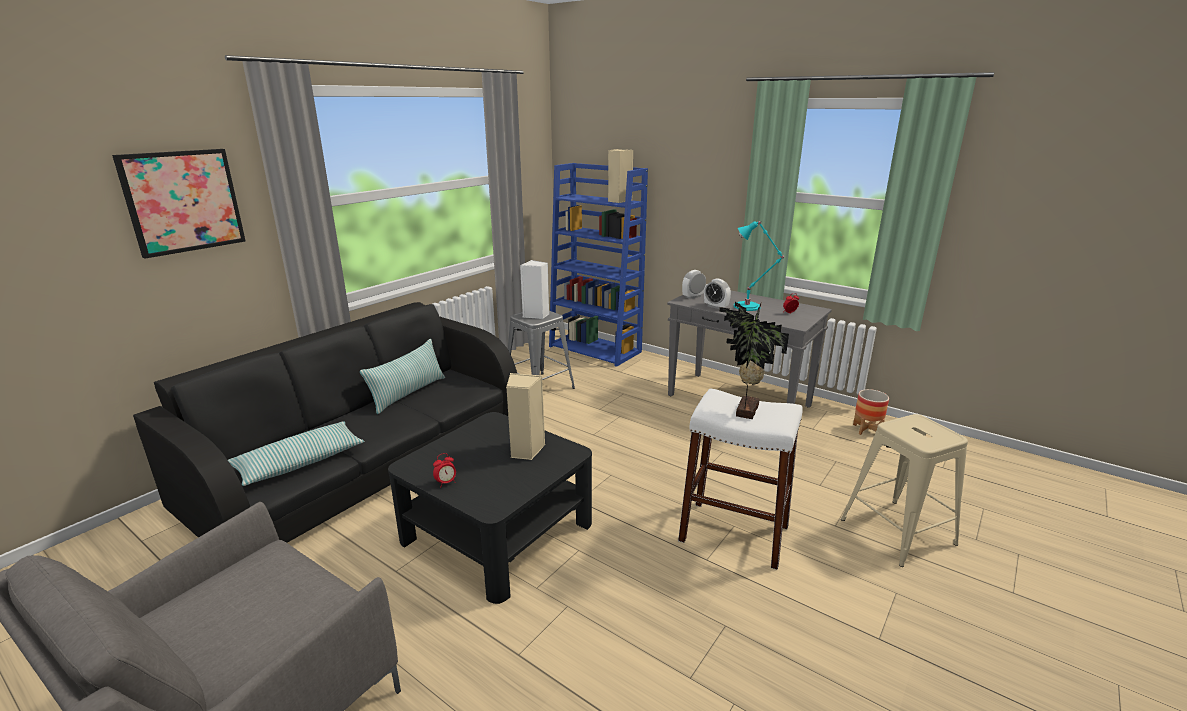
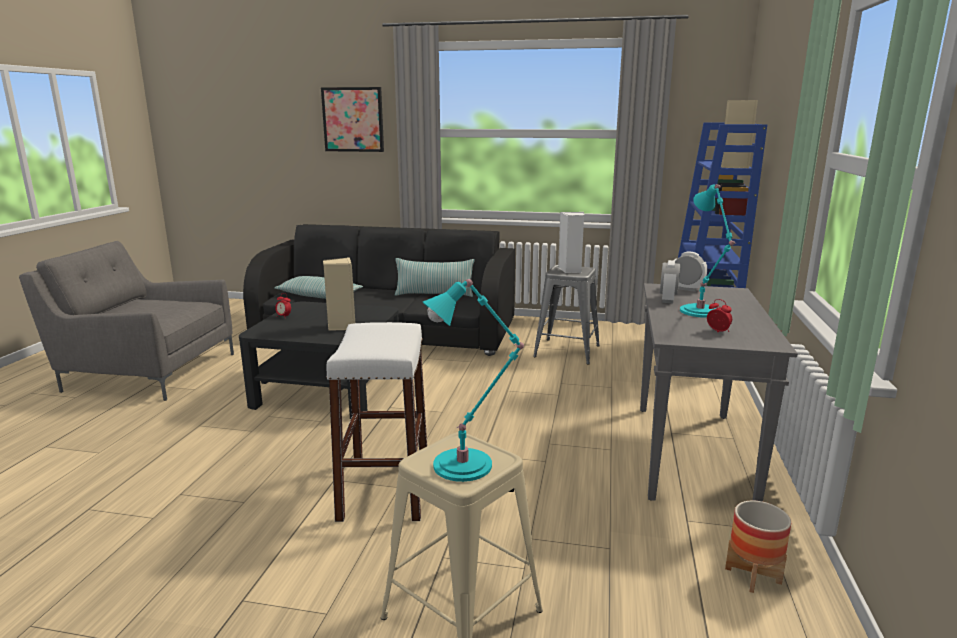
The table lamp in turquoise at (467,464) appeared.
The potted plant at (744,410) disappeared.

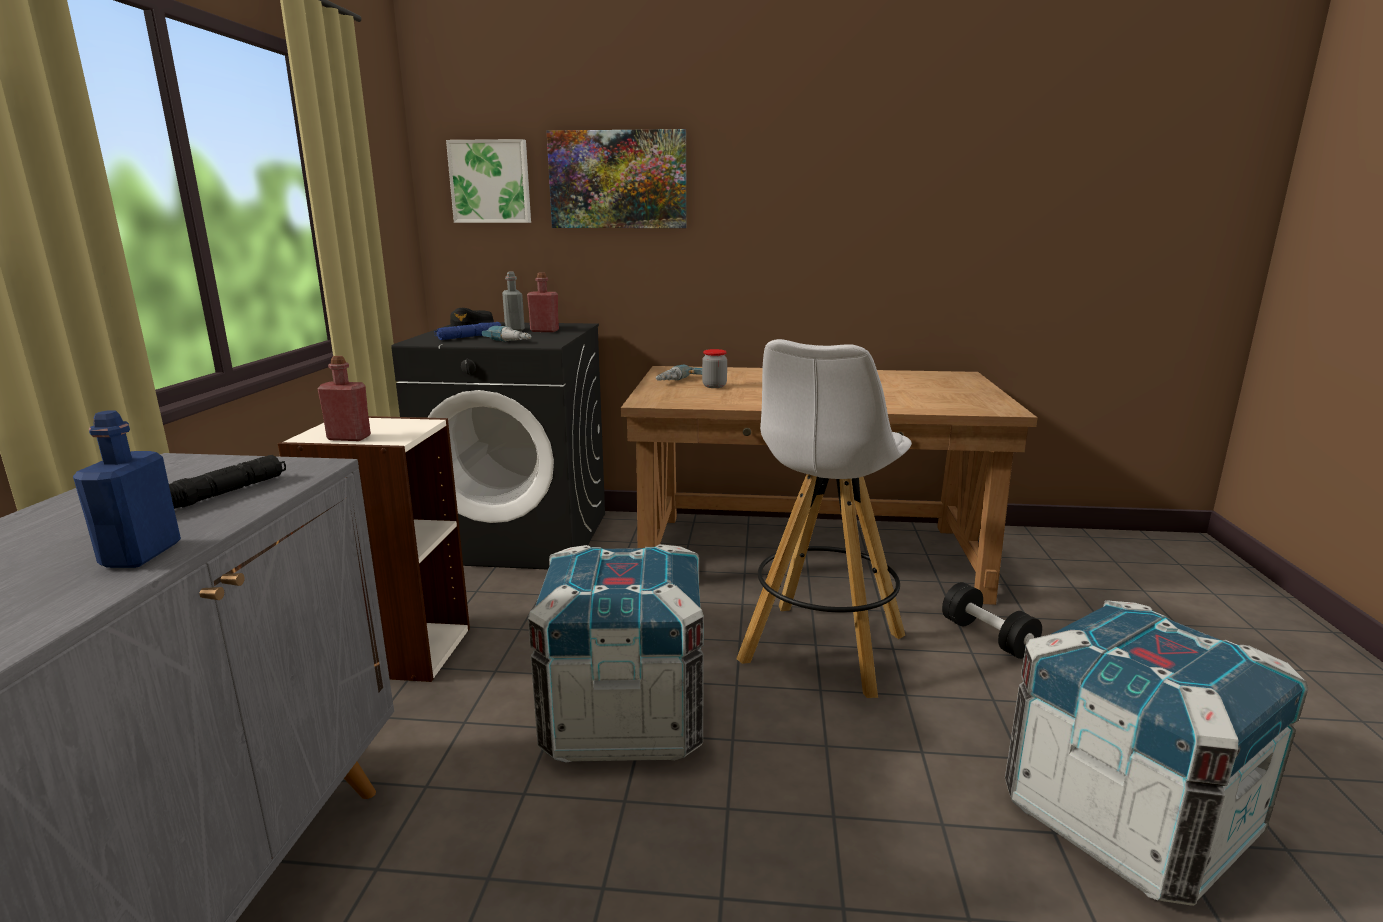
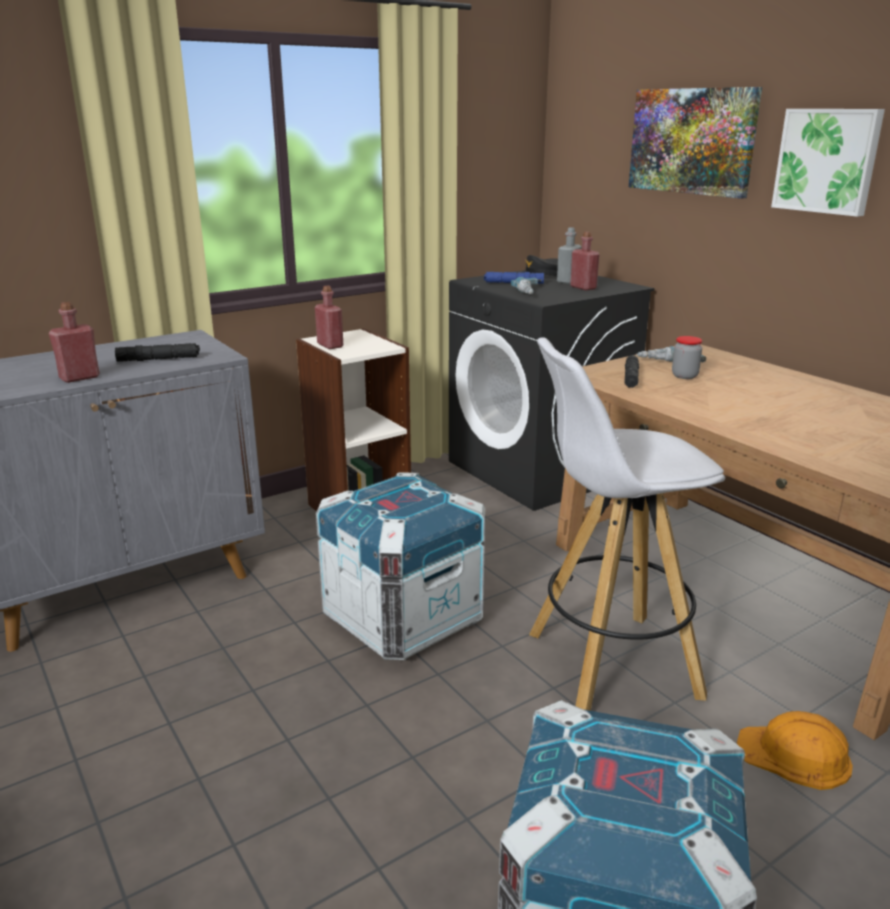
The bottle in blue at (141,554) became the bottle in red at (79,377).
The flashlight in black at (631,377) appeared.
The dumbbell in black at (987,637) was replaced by the hard hat in orange at (794,755).
The picture moved from (491,182) to (827,161).

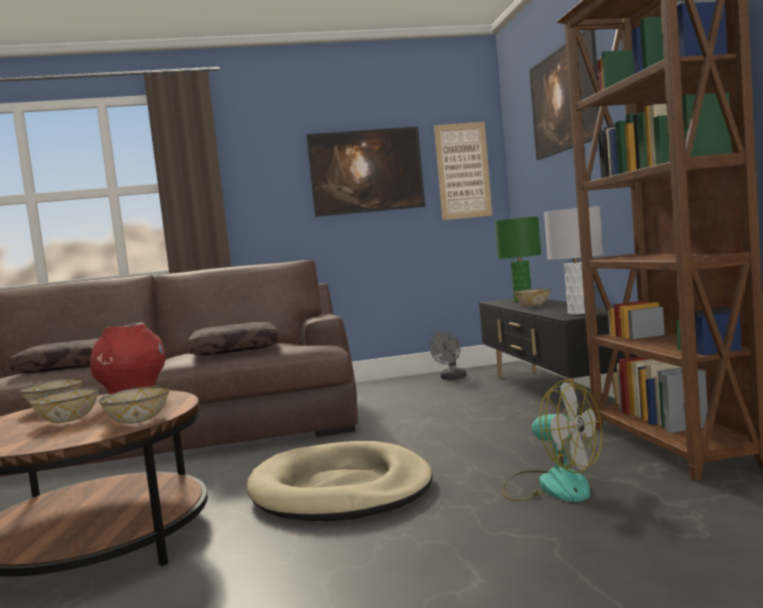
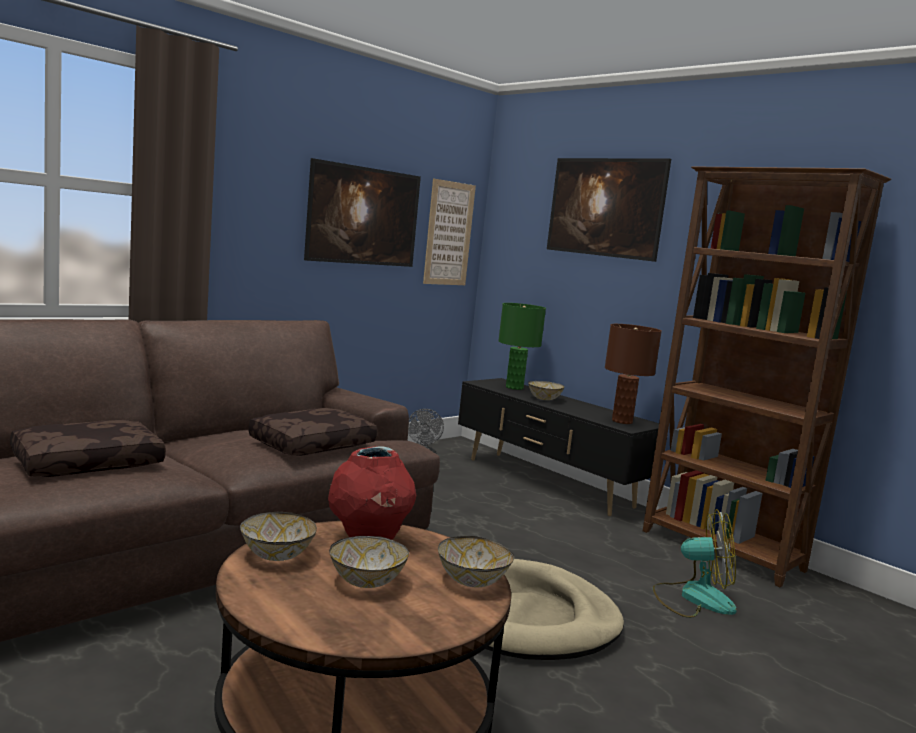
The table lamp in grey at (579,313) became the table lamp in brown at (622,421).

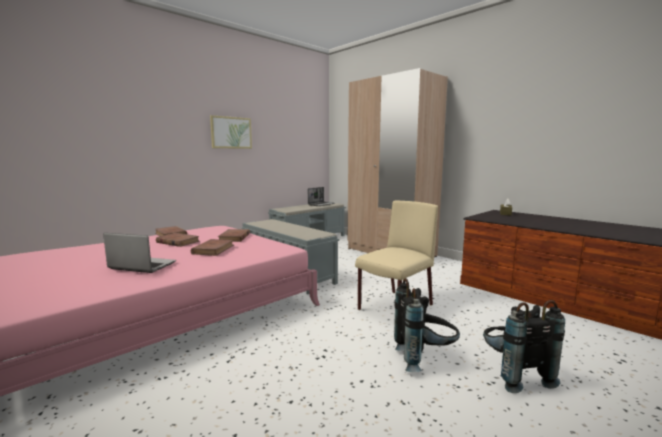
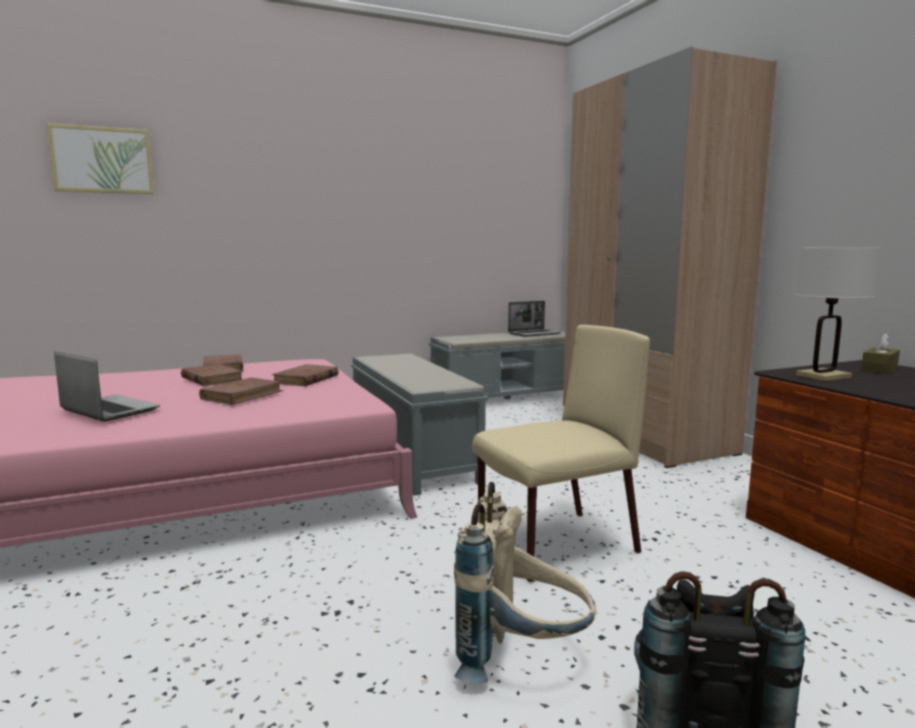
The picture moved from (231,132) to (102,160).
The backpack in black at (424,359) became the backpack in beige at (522,661).
The table lamp in white at (823,376) appeared.

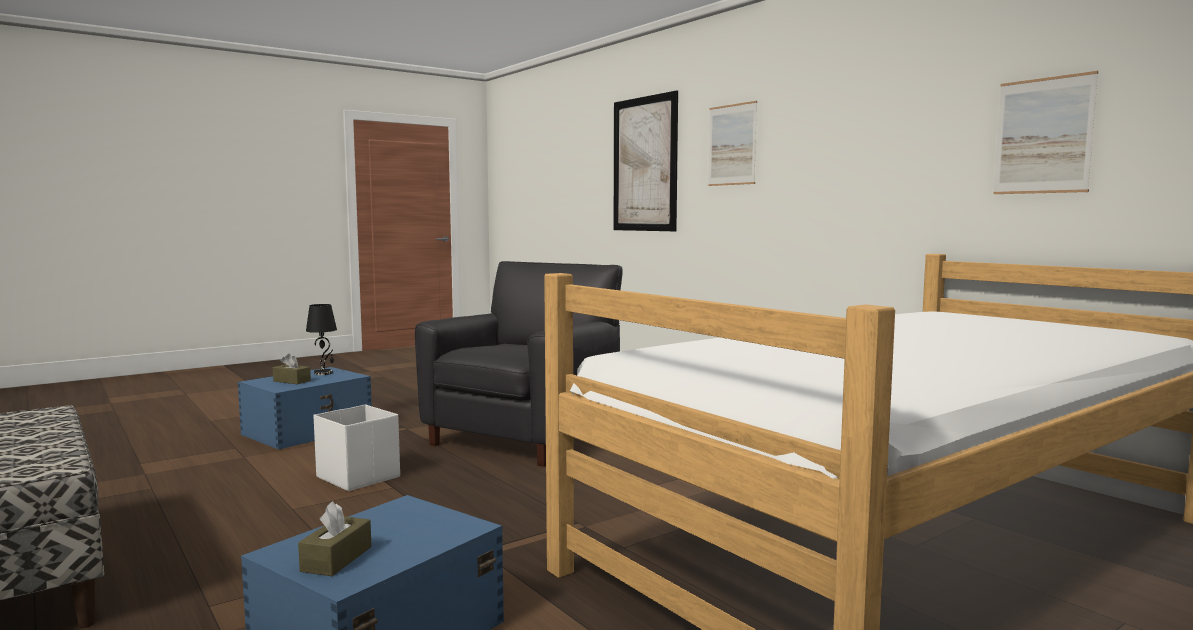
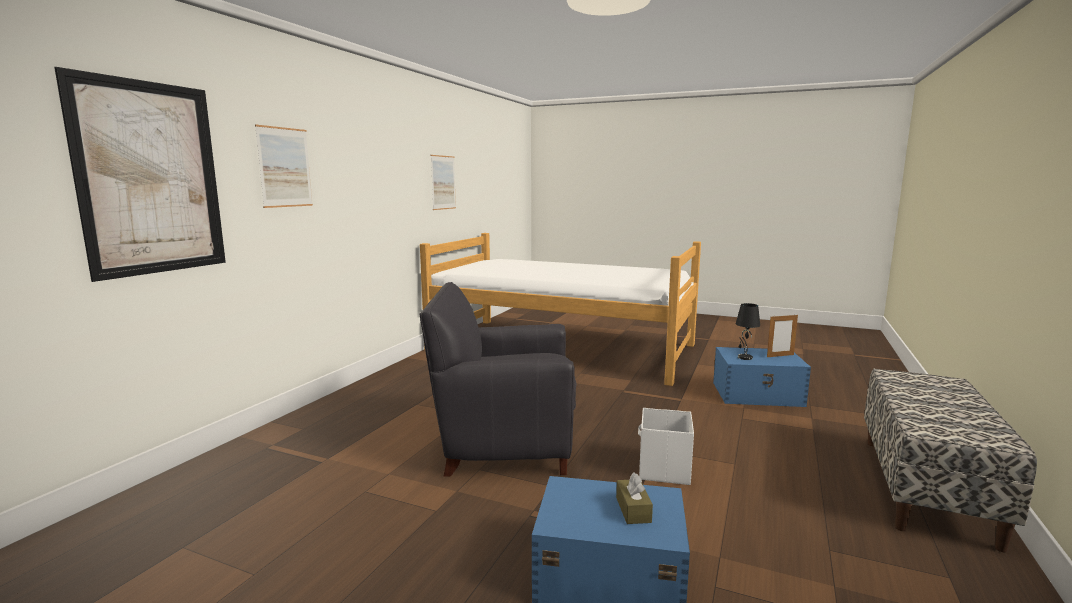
The table lamp in black moved from (324,373) to (744,357).
The tissue box in brown at (336,559) was replaced by the picture frame at (780,356).

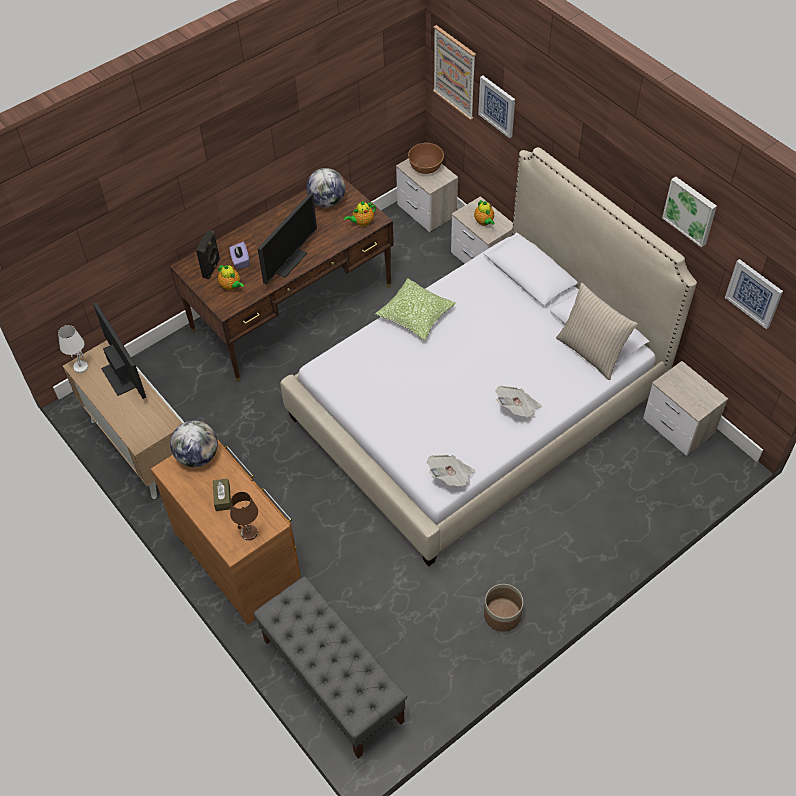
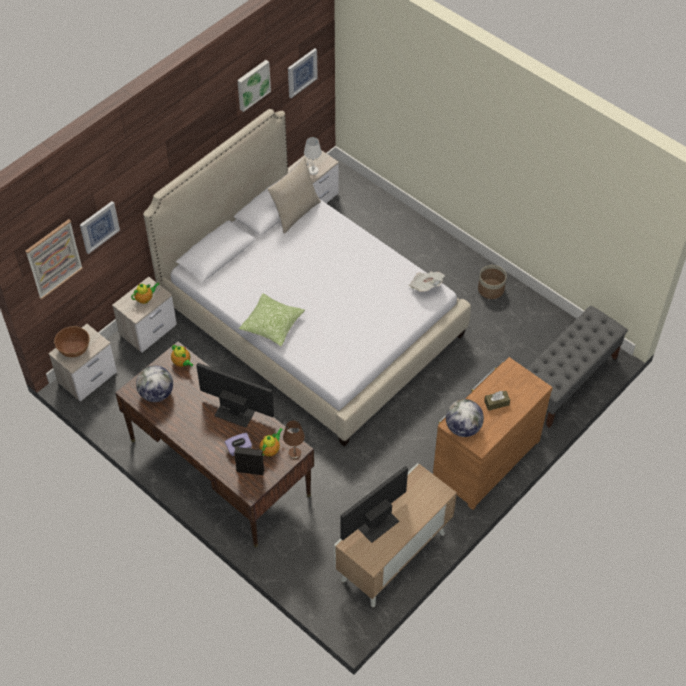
The table lamp in brown moved from (248,533) to (295,454).
The table lamp in white moved from (81,366) to (312,171).
The newspaper at (517,408) disappeared.

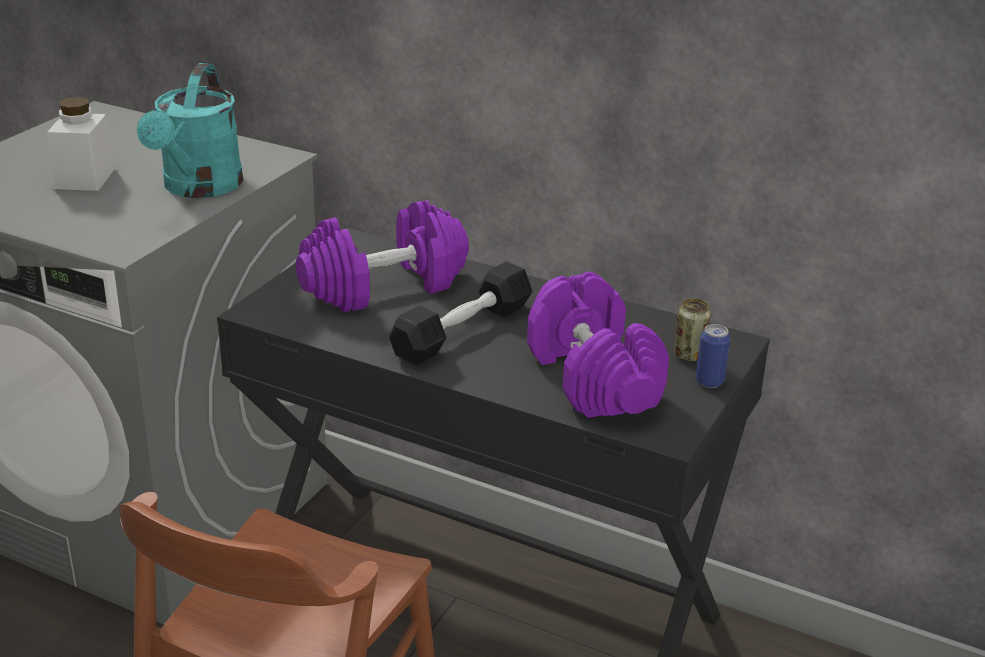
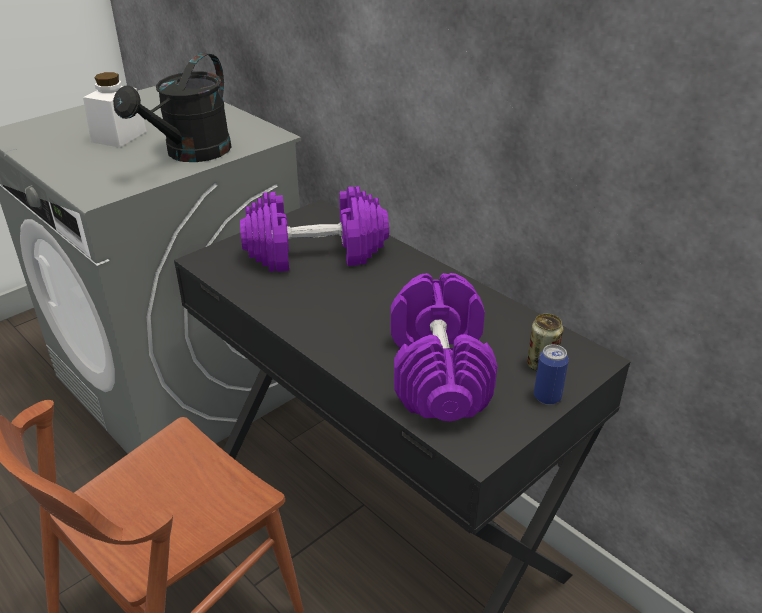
The watering can in turquoise at (198,188) became the watering can in black at (191,154).
The dumbbell in black at (462,331) disappeared.

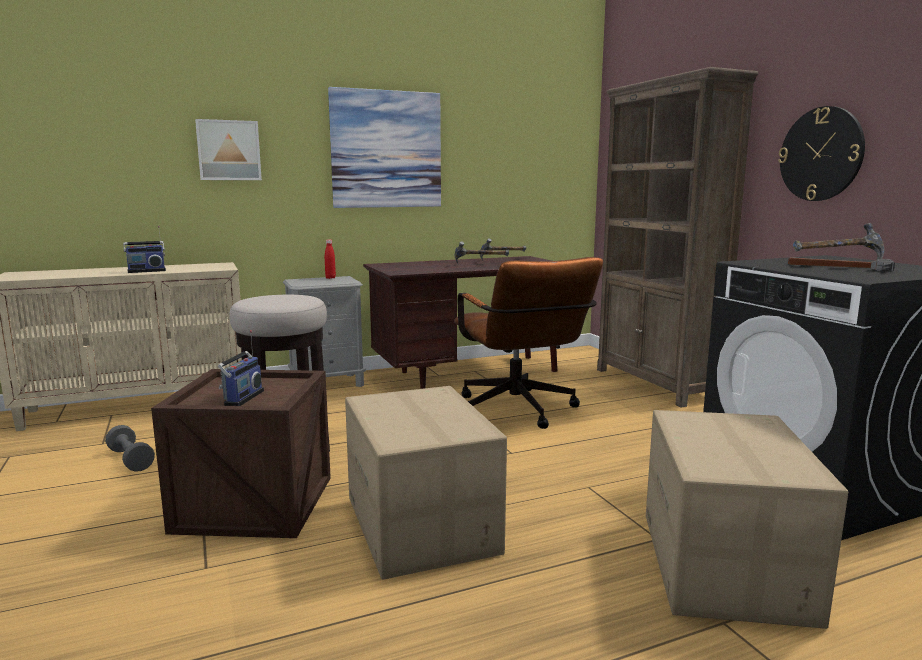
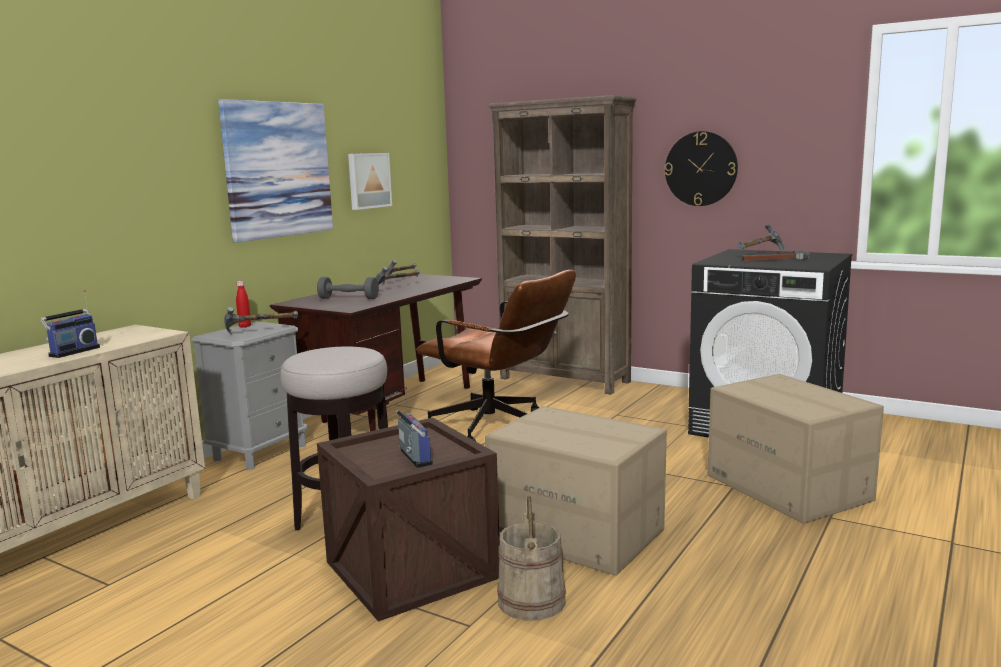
The hammer at (261,332) appeared.
The dumbbell in grey moved from (130,460) to (348,299).
The picture moved from (228,150) to (368,180).
The bucket in beige at (531,601) appeared.

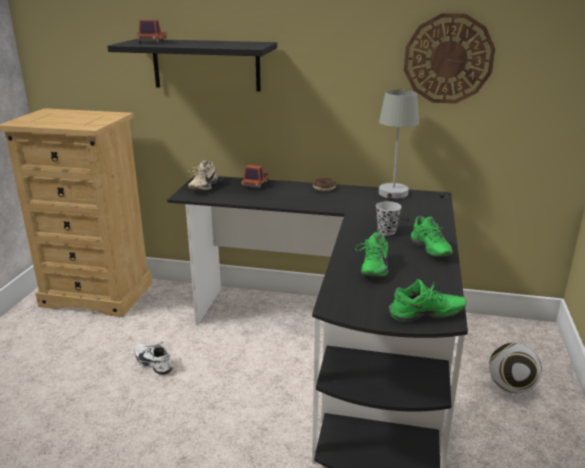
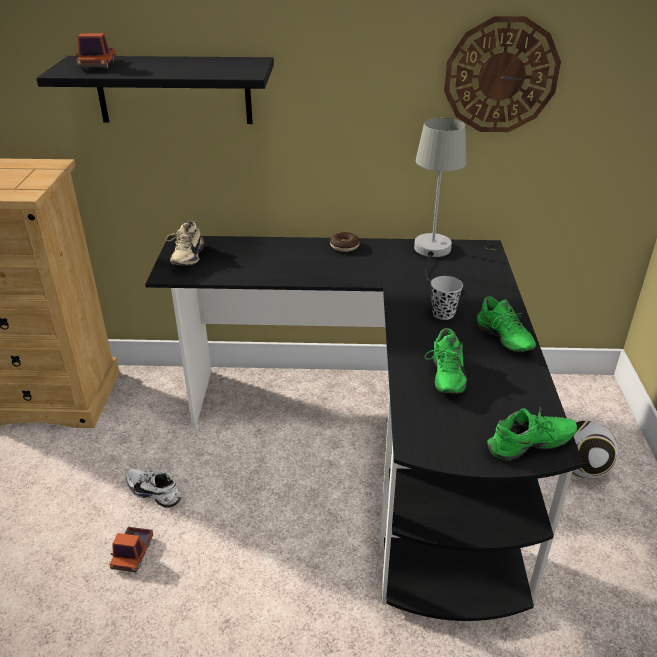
The toy truck moved from (255,184) to (133,553).

